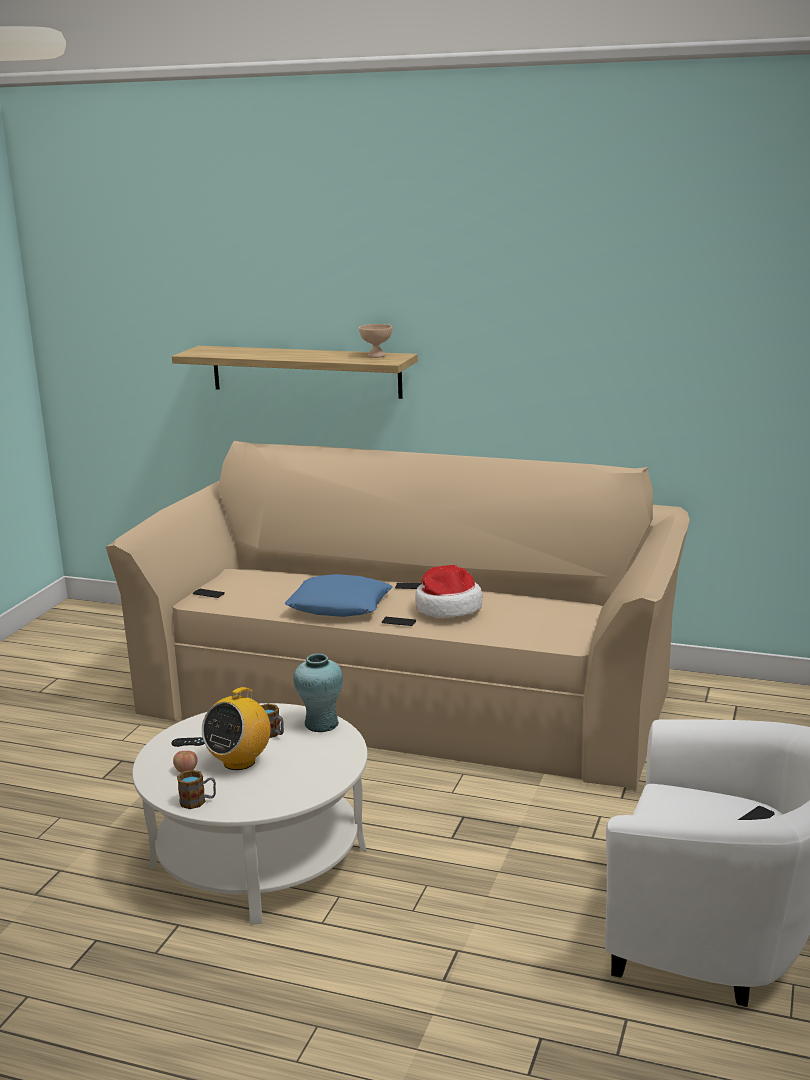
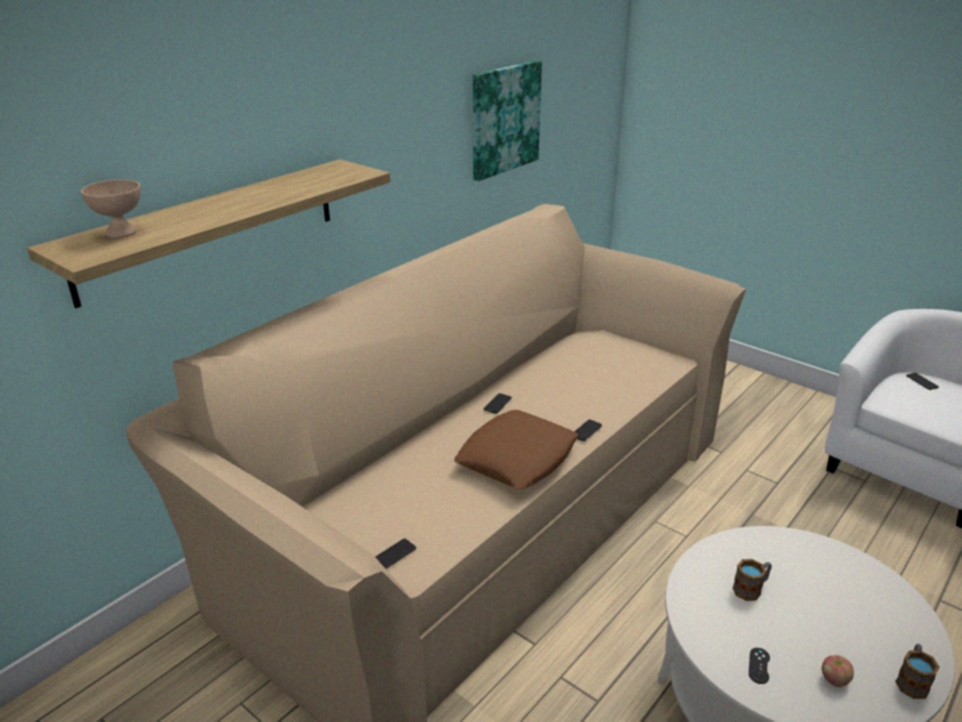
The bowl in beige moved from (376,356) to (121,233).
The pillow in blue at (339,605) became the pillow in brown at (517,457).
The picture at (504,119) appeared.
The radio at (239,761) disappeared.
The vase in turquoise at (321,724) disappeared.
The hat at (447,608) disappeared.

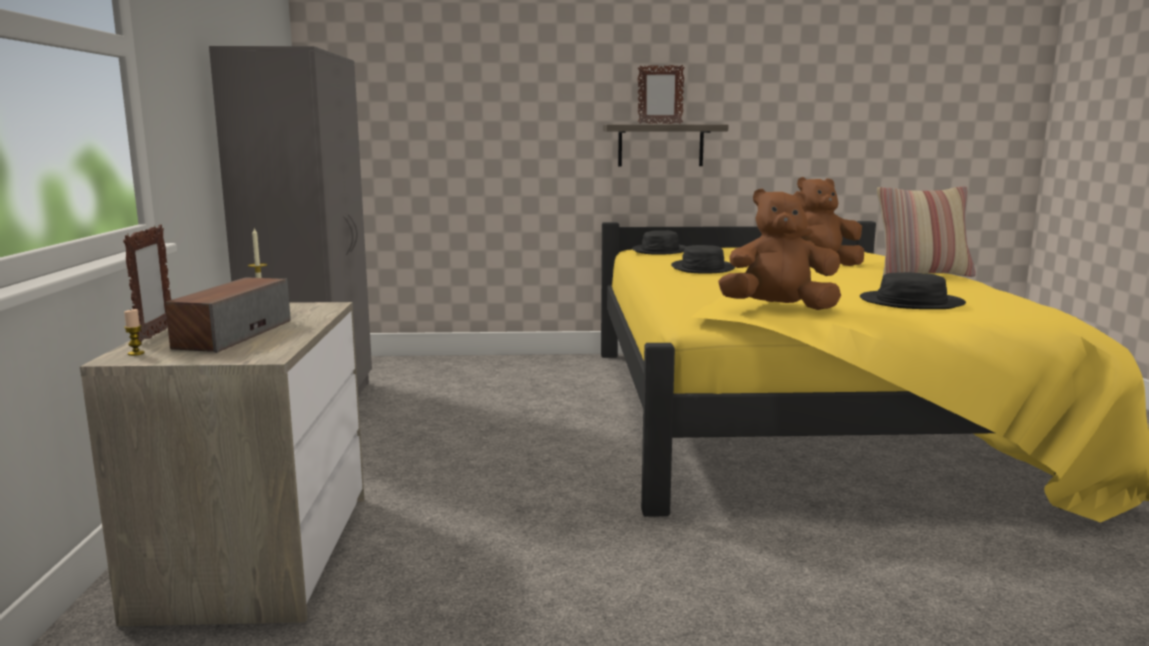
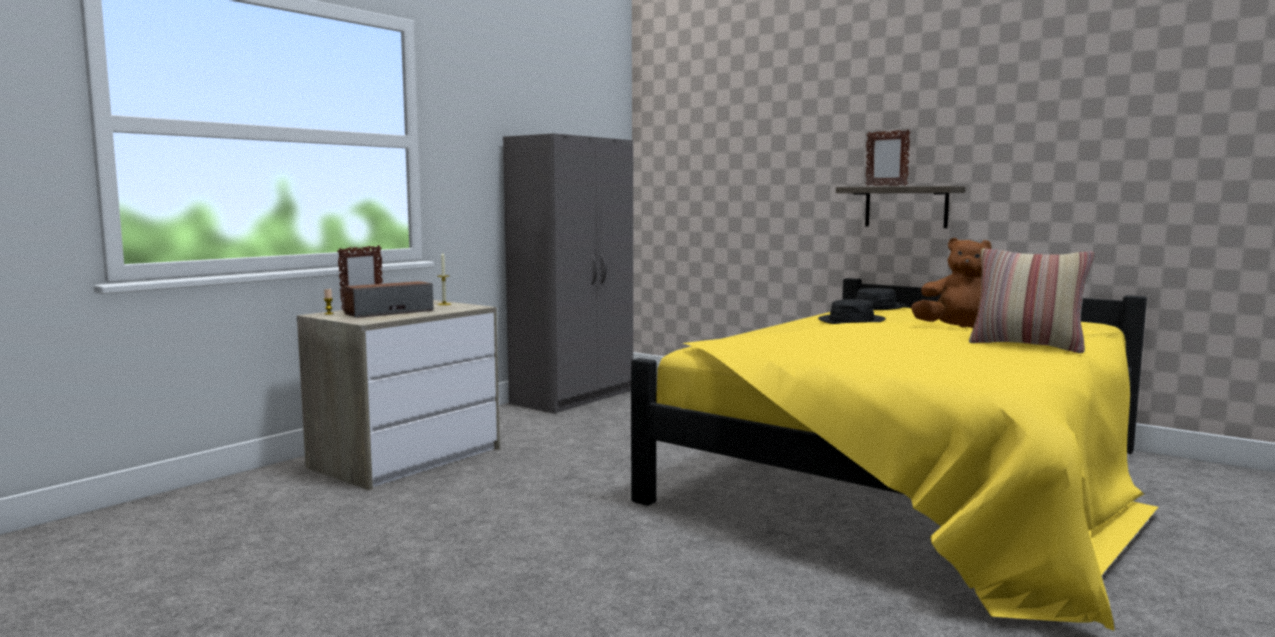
The plush toy in brown at (778,308) disappeared.
The hat in black at (911,302) disappeared.

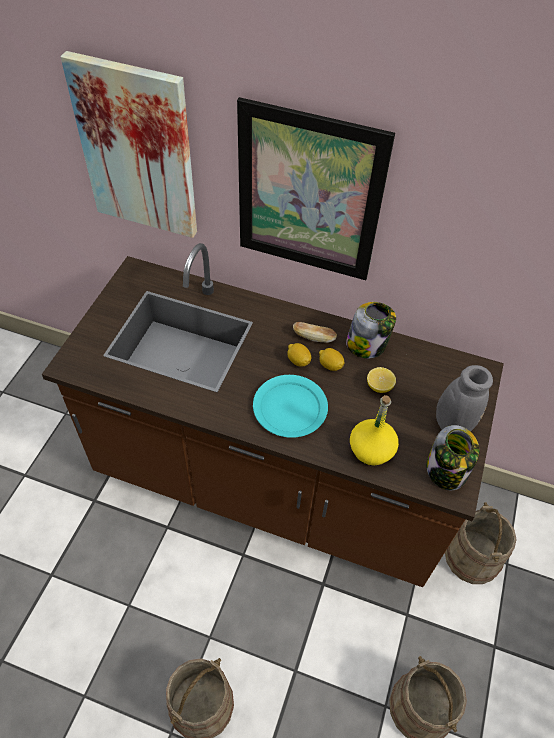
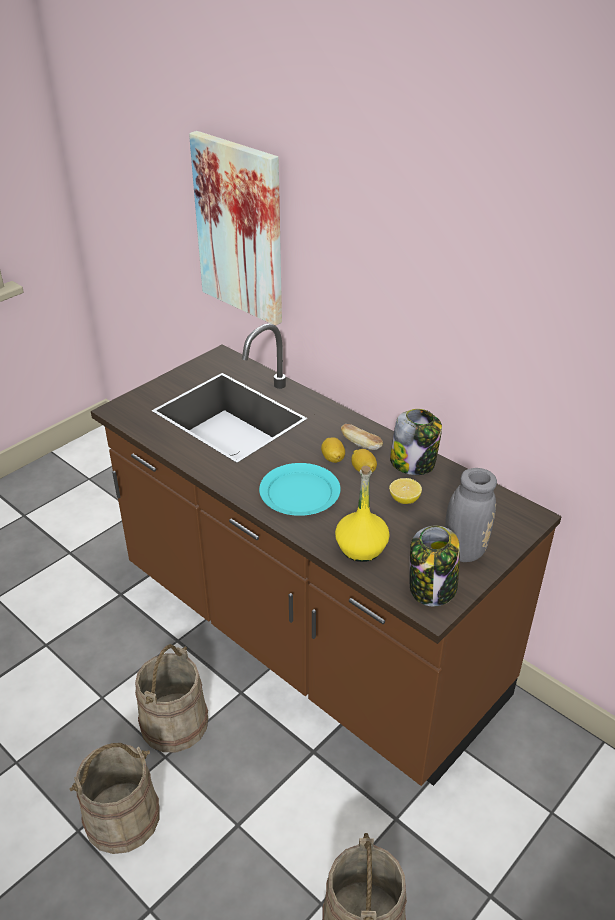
The bucket in beige moved from (473,557) to (174,723).
The picture at (308,195) disappeared.

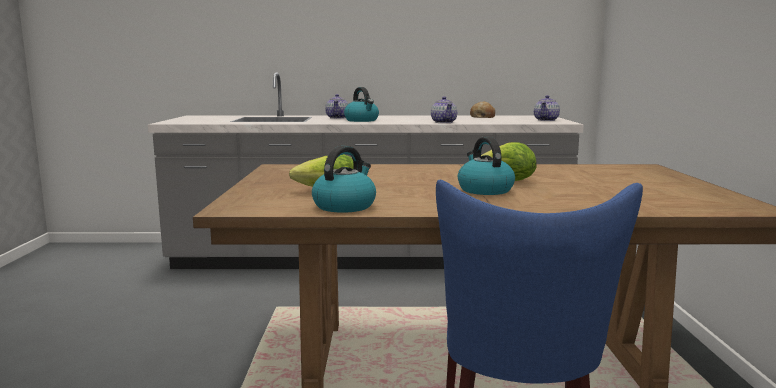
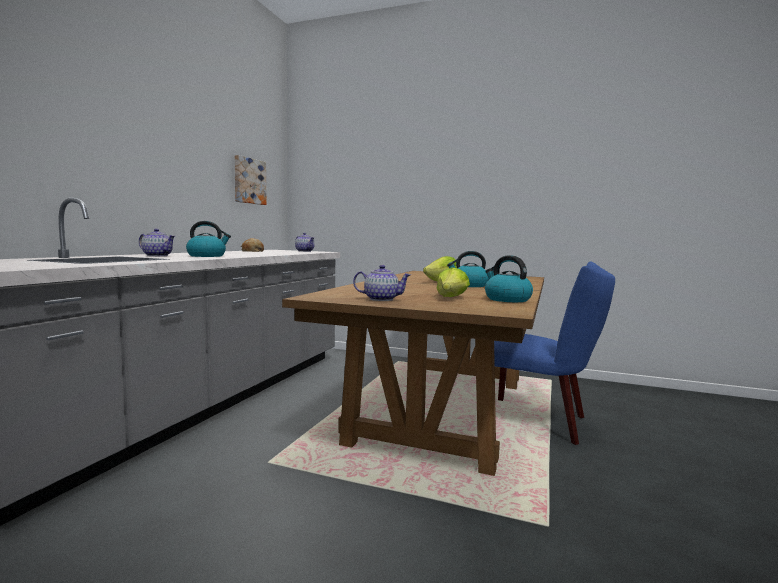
The picture at (248,181) appeared.
The teapot moved from (444,122) to (381,299).

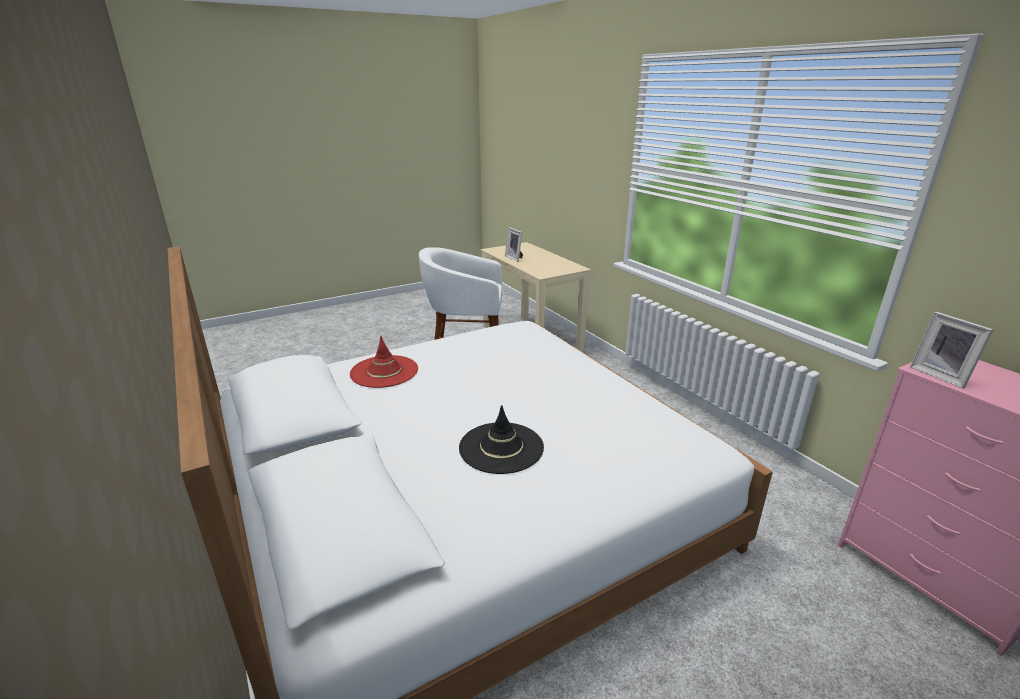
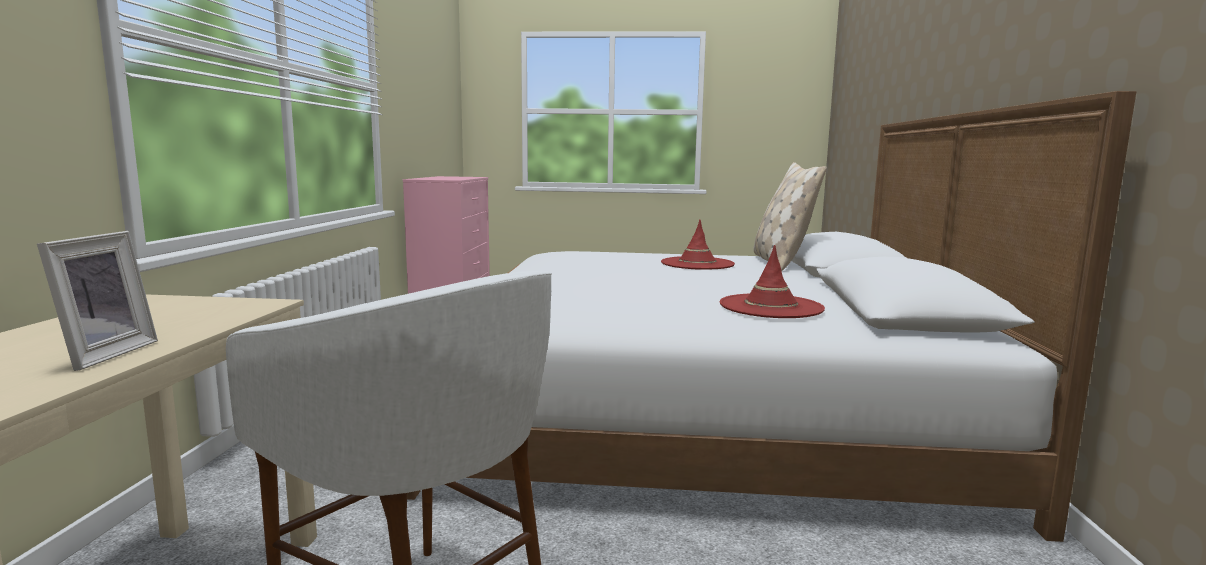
The hat in black at (501,448) became the hat in red at (697,264).
The pillow in beige at (780,262) appeared.
The picture frame at (941,375) disappeared.

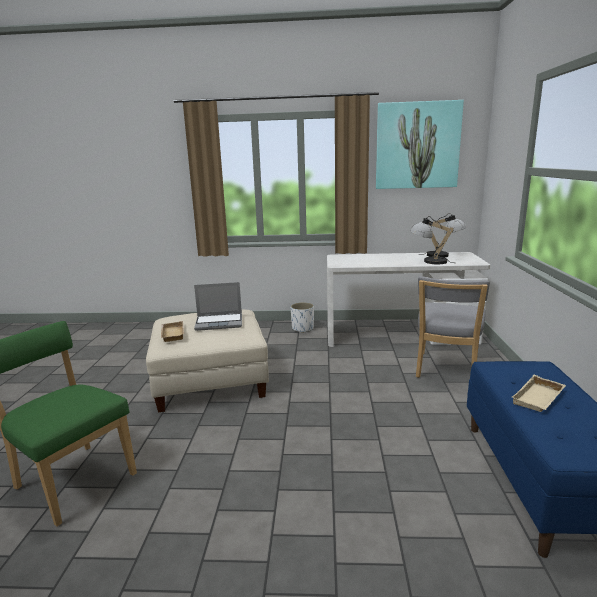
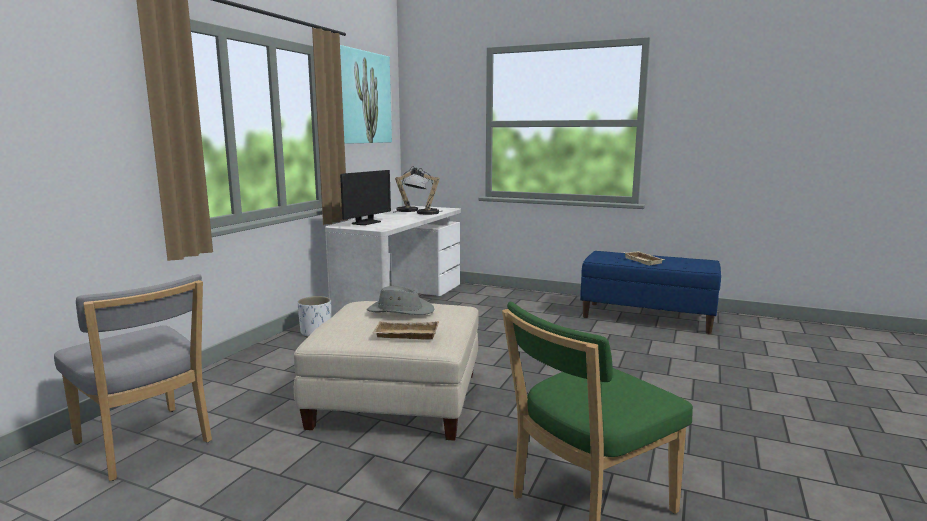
The chair in grey moved from (446,370) to (146,445).
The monitor at (366,222) appeared.
The laptop at (220,322) was replaced by the hat in grey at (400,311).

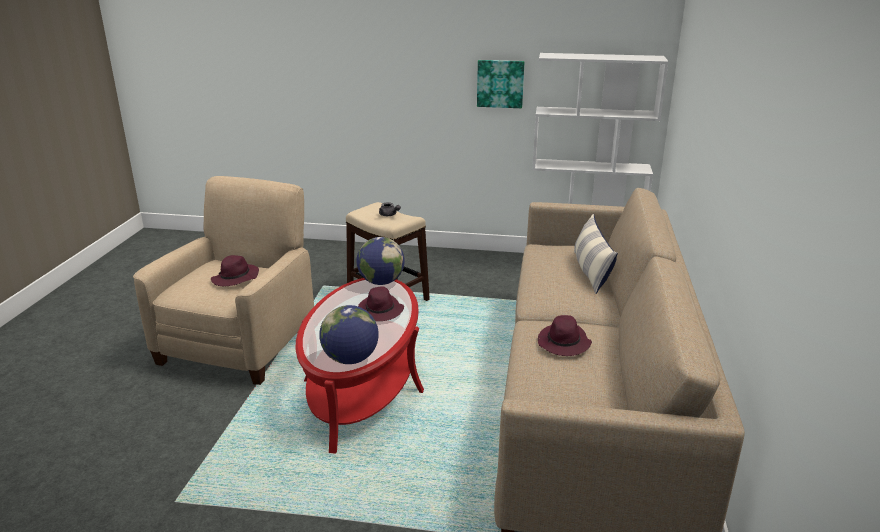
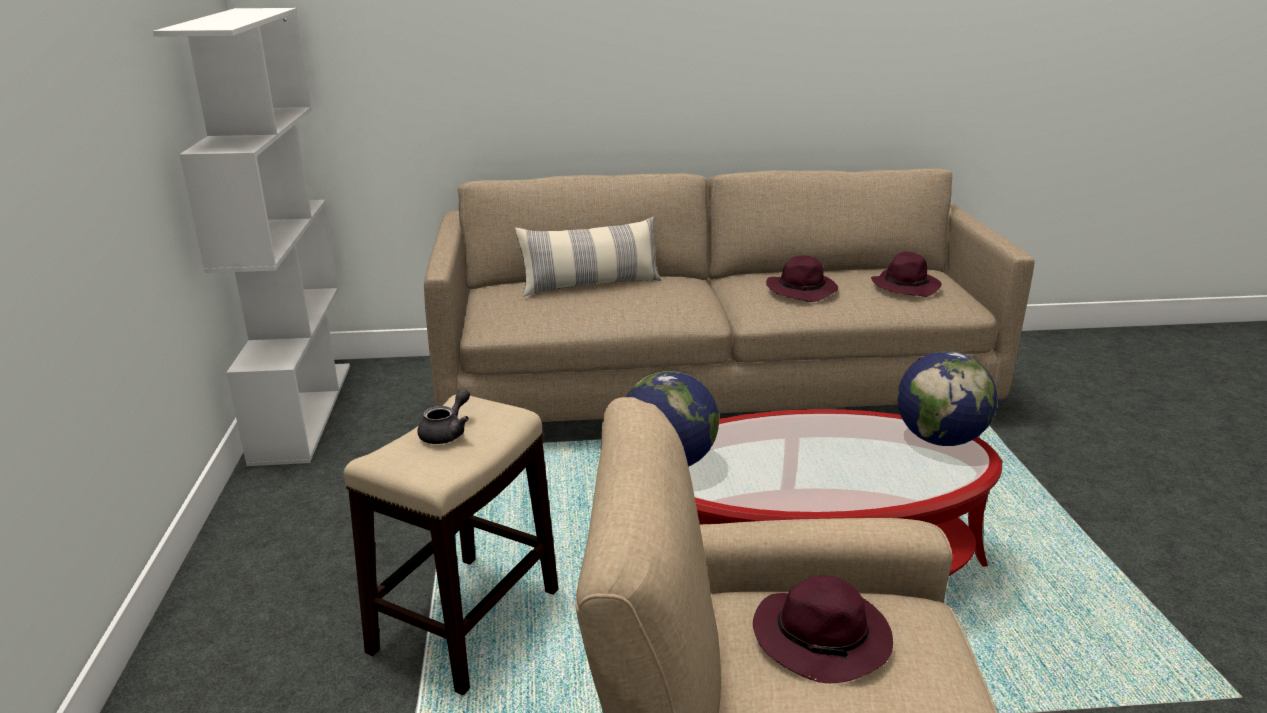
The hat in purple moved from (380,311) to (905,286).
The picture at (500,83) disappeared.

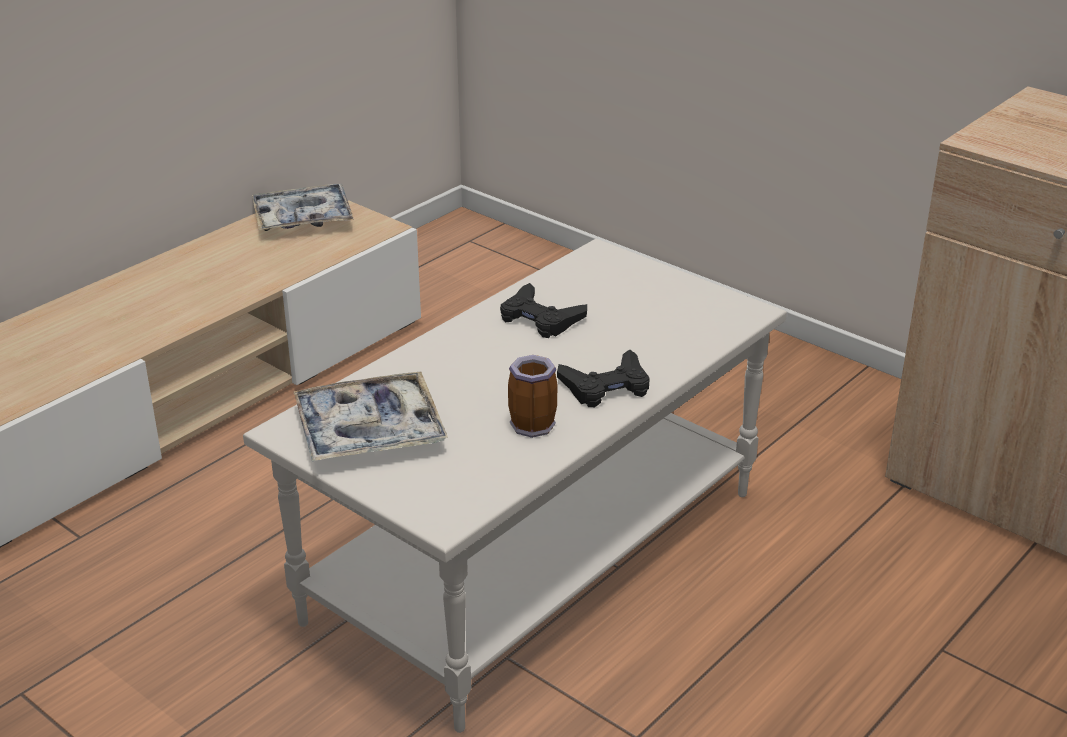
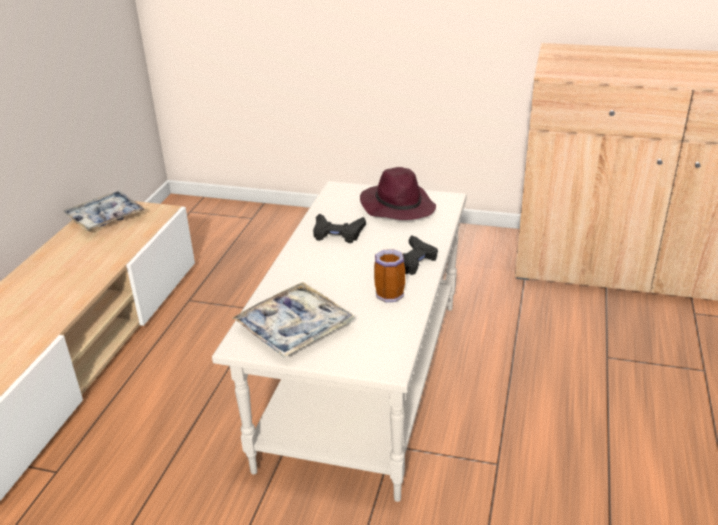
The hat in purple at (397,206) appeared.

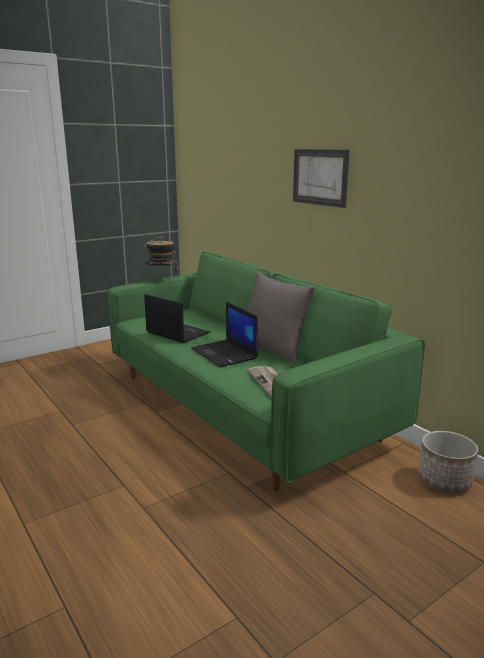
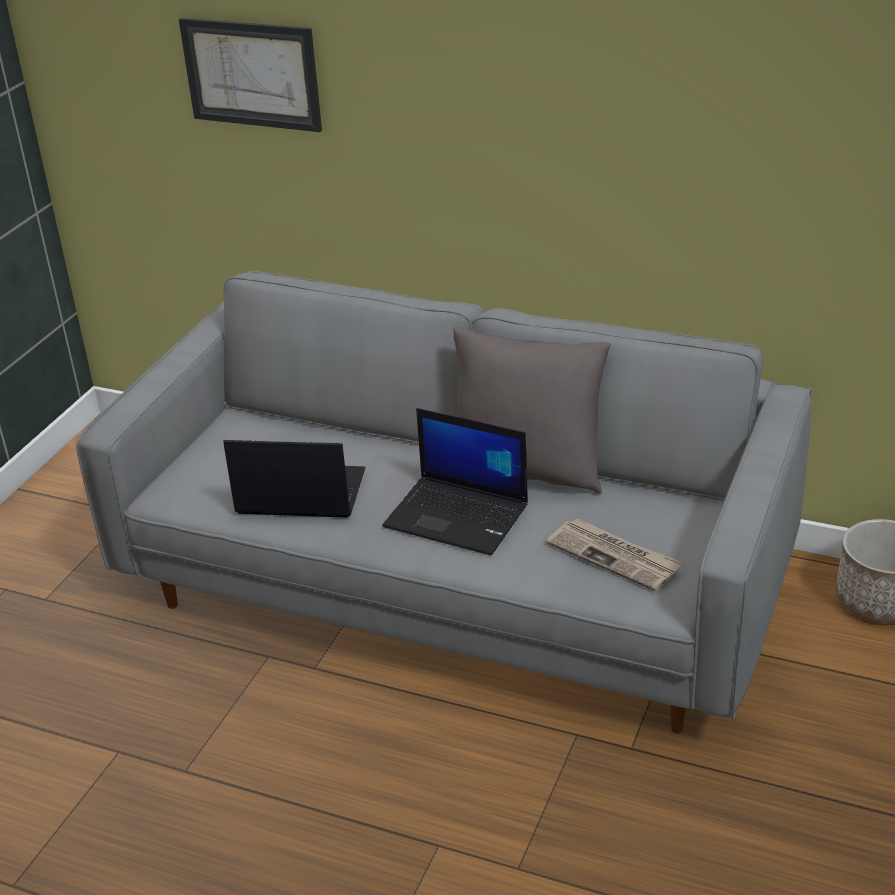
The sofa in green at (241,406) became the sofa in grey at (455,585).
The picture moved from (320,177) to (251,74).
The hat at (162,280) disappeared.

